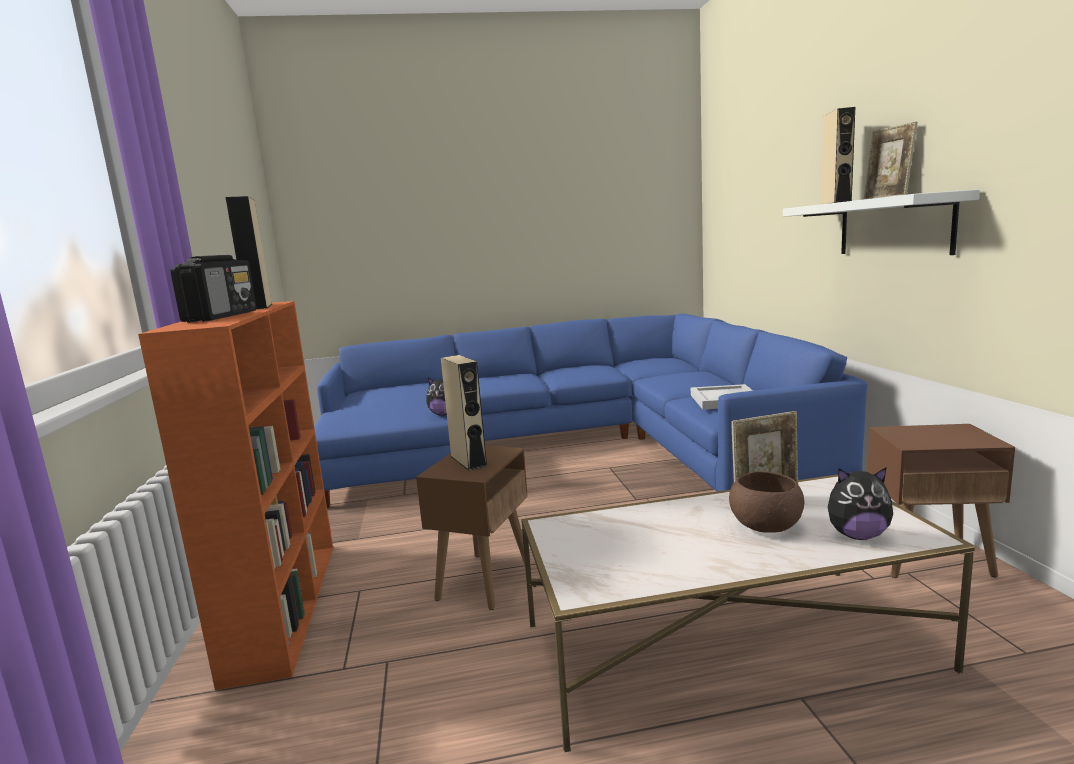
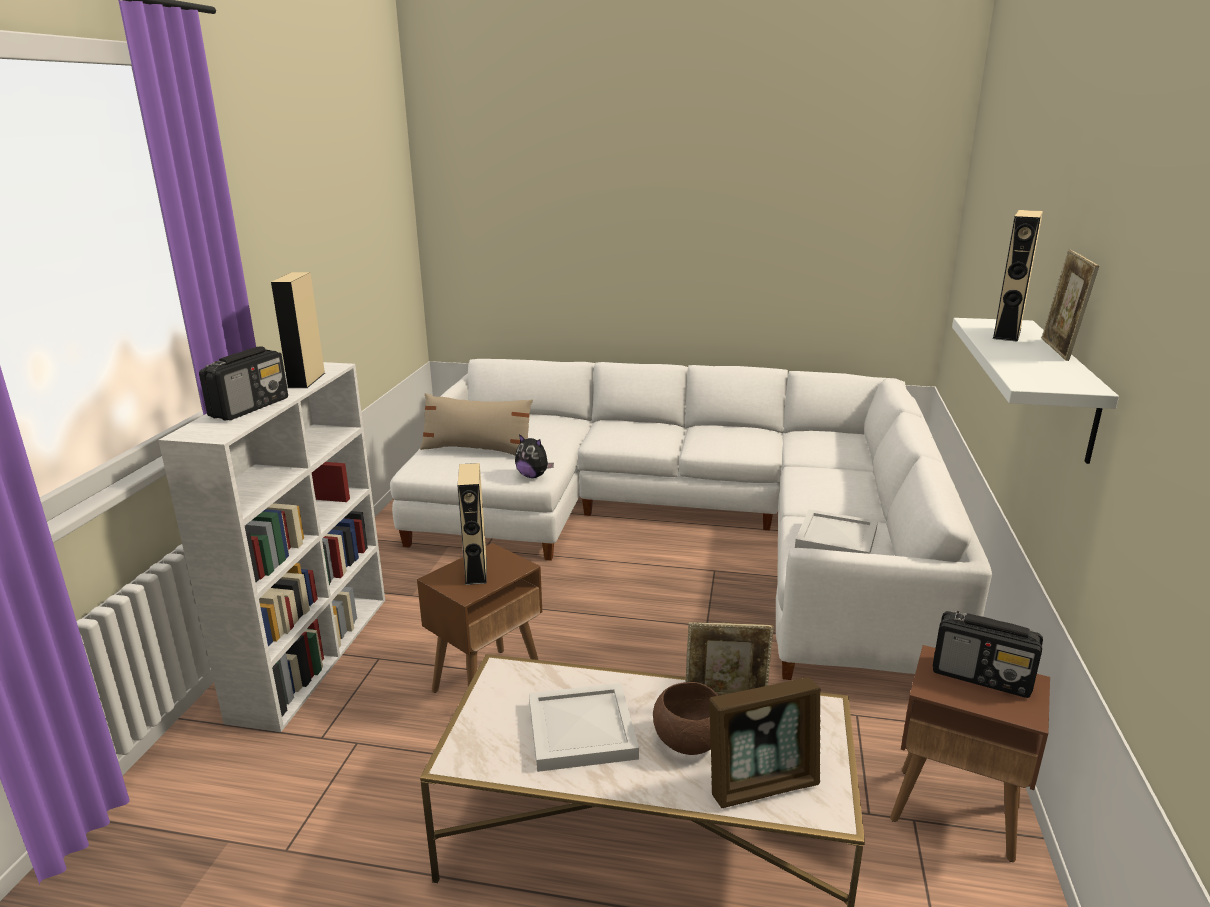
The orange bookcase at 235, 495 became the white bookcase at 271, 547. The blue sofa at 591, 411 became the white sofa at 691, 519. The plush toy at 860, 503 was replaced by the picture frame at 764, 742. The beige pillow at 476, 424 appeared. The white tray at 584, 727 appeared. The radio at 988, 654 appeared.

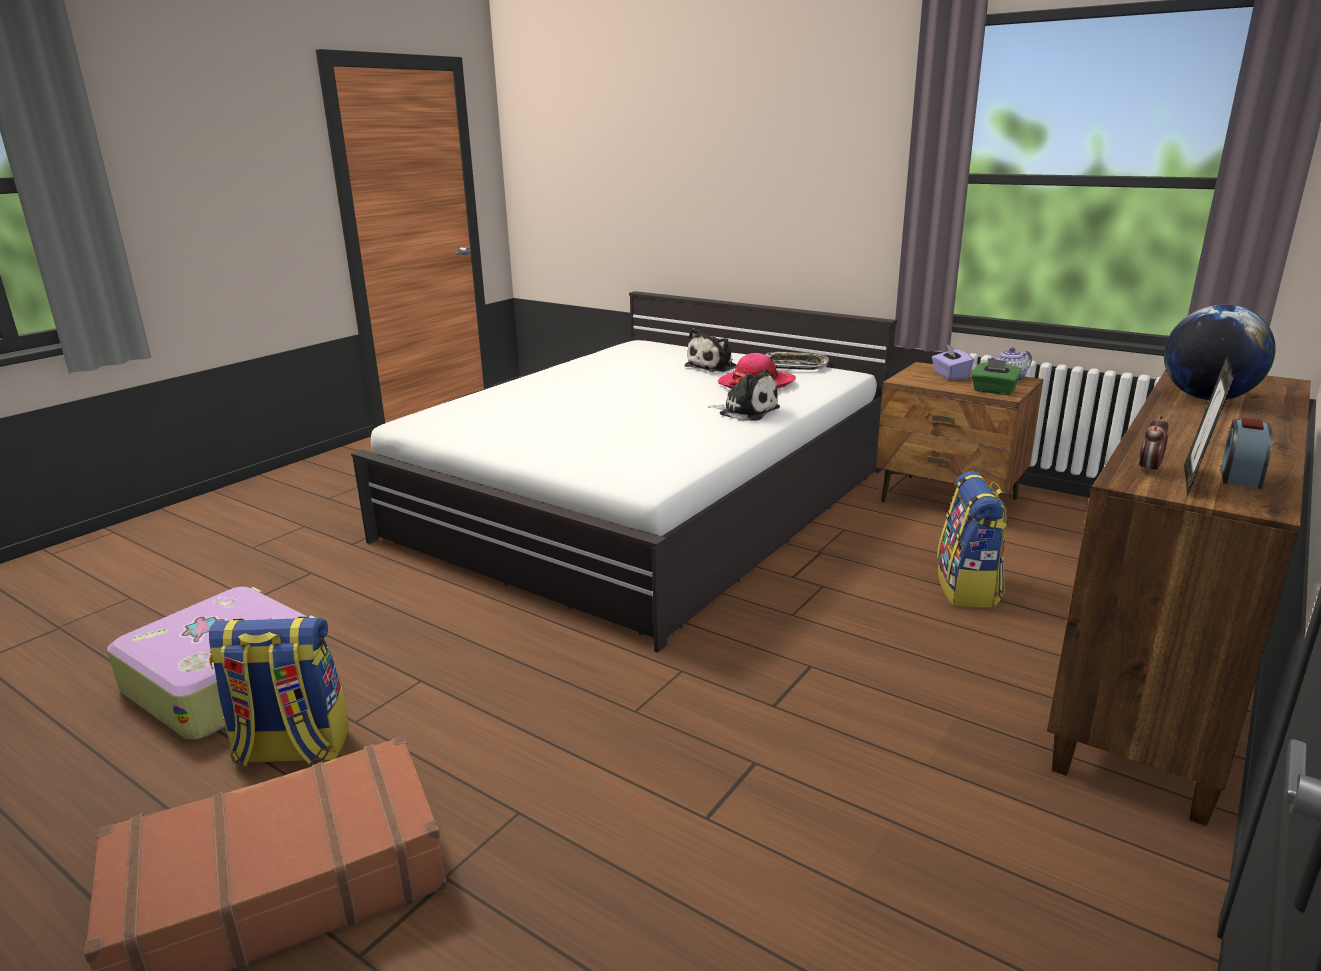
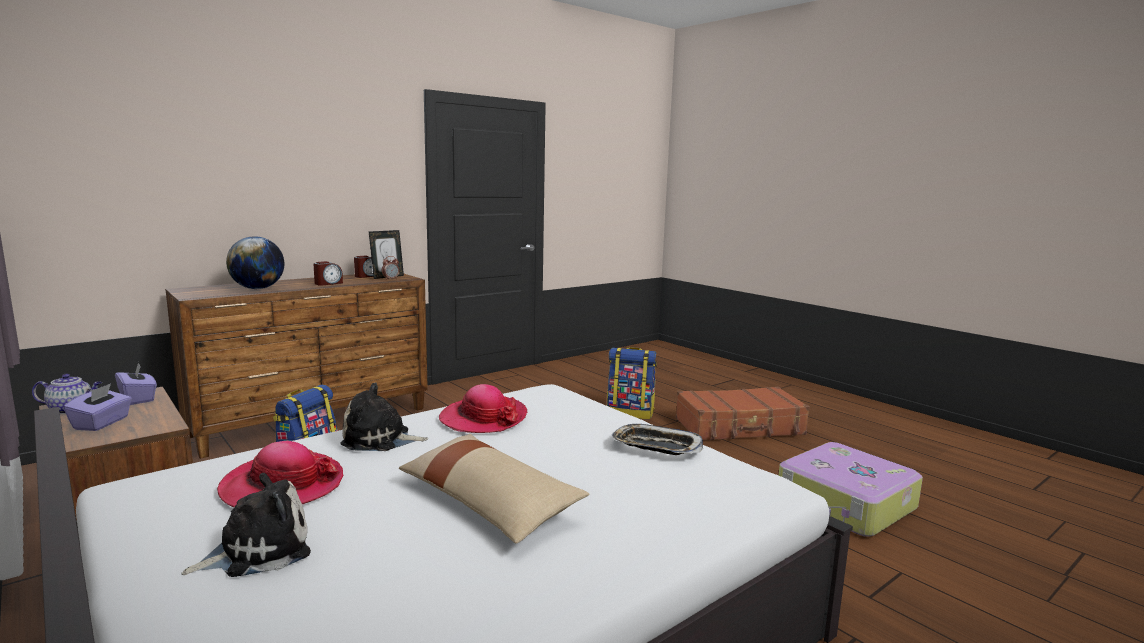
The backpack moved from 279, 692 to 632, 383. The plush toy at 744, 395 turned 45 degrees counterclockwise. The tray moved from 797, 361 to 657, 439. The green tissue box at 996, 376 became the purple tissue box at 136, 383. The alarm clock at 328, 273 appeared. The beige pillow at 494, 489 appeared. The hat at 483, 408 appeared.

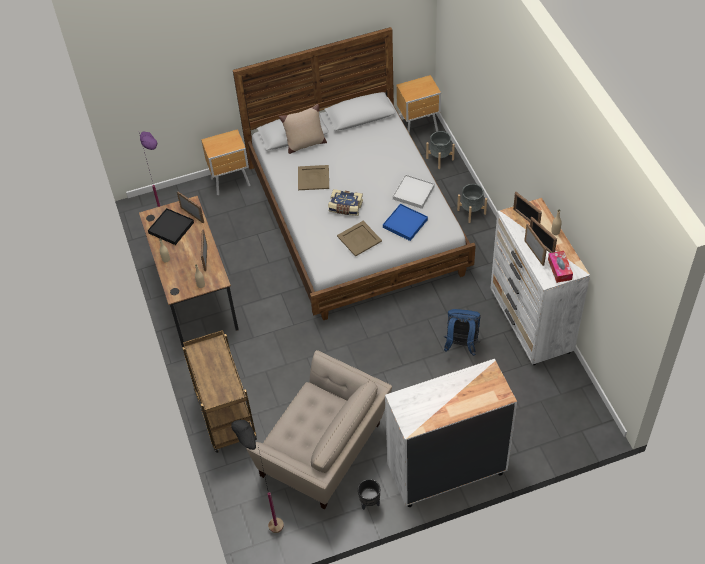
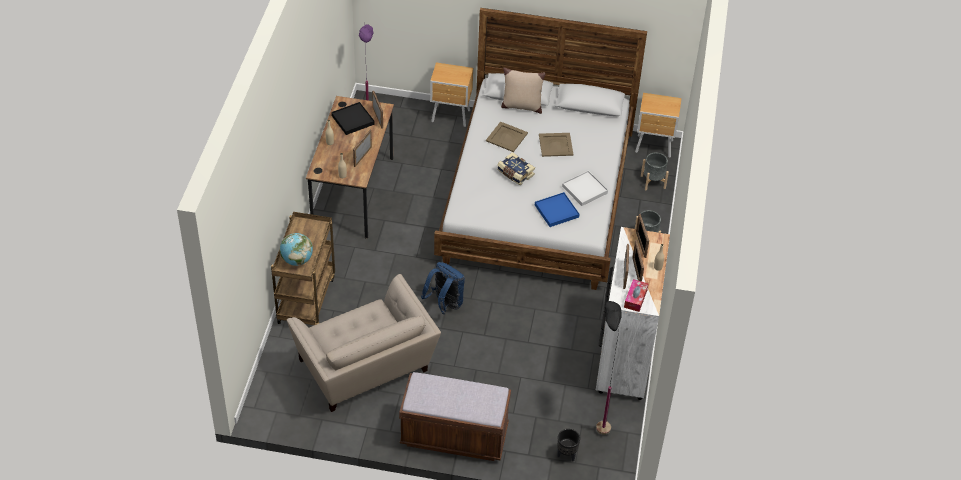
The black floor lamp moved from 257, 476 to 609, 368. The beige tray moved from 359, 239 to 556, 145. The black planter moved from 369, 494 to 568, 445. The white dresser at 451, 433 was replaced by the brown bench at 455, 416. The blue backpack moved from 462, 332 to 443, 288. The globe at 296, 249 appeared.

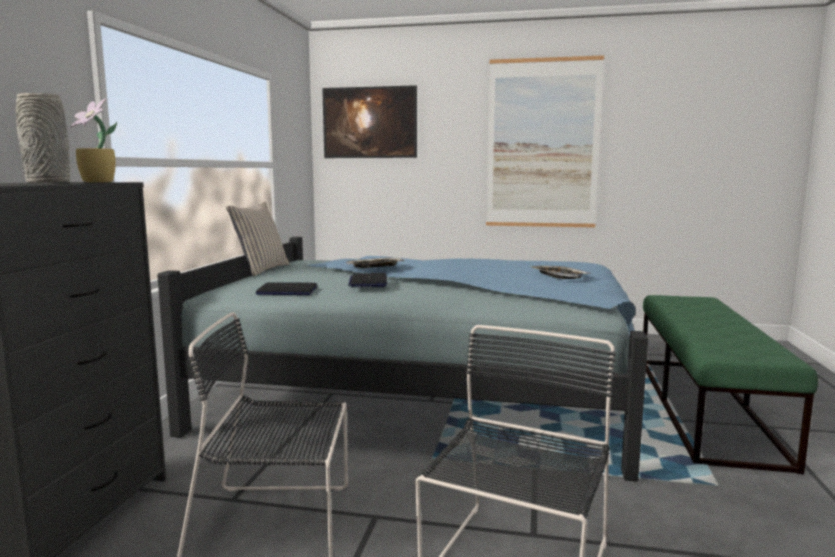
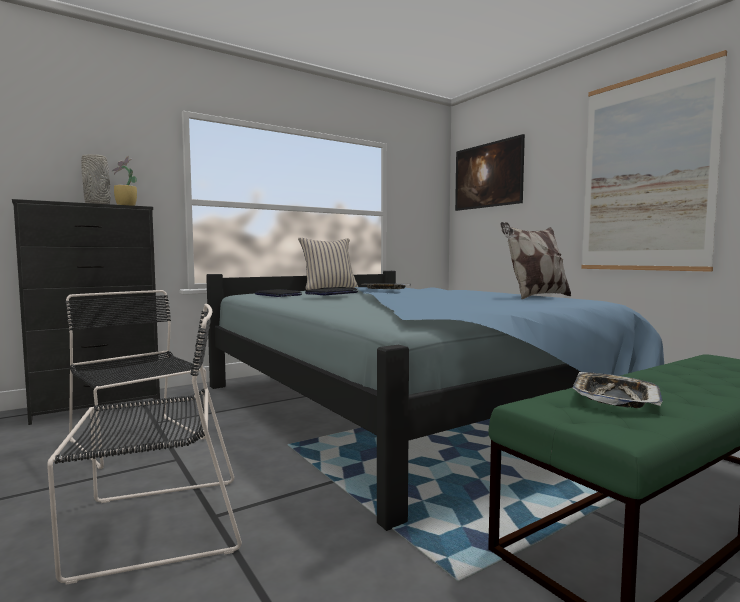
The tray moved from 561, 272 to 617, 390. The pillow at 535, 260 appeared.

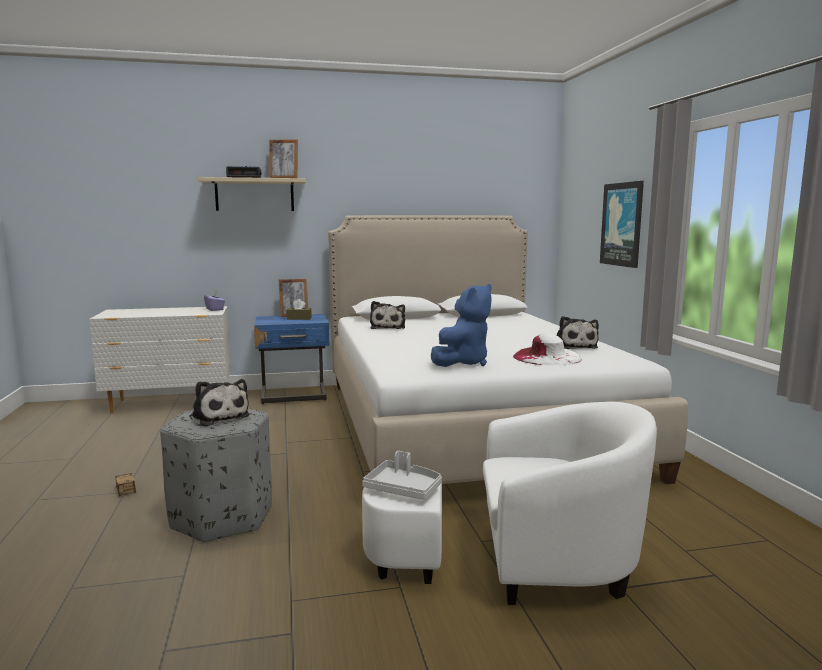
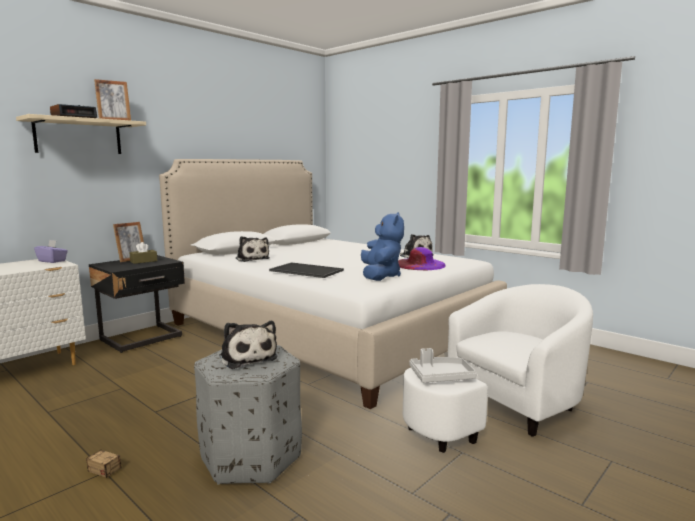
The plush toy at 220, 403 turned 45 degrees clockwise. The blue nightstand at 291, 359 became the black nightstand at 137, 304. The white hat at 547, 349 became the purple hat at 422, 258. The picture at 622, 224 disappeared. The tray at 306, 270 appeared.

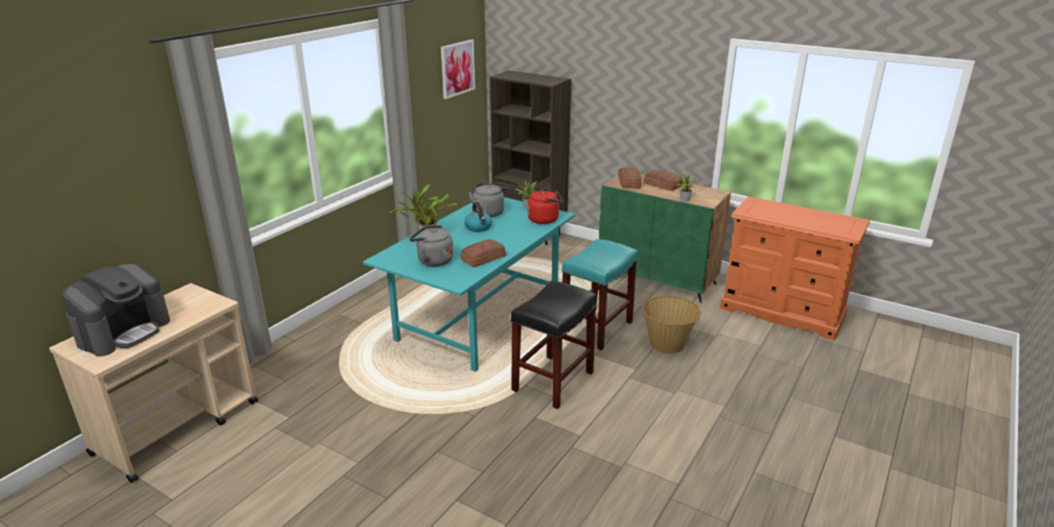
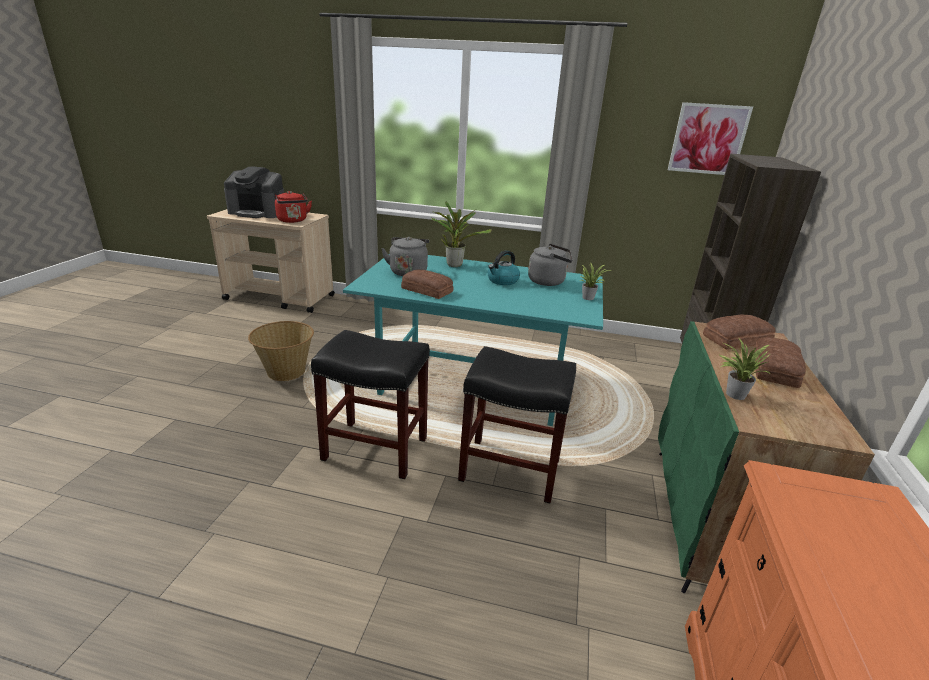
The red kettle moved from 545, 206 to 293, 207. The turquoise stool at 600, 295 became the black stool at 517, 424. The basket moved from 671, 325 to 281, 351.

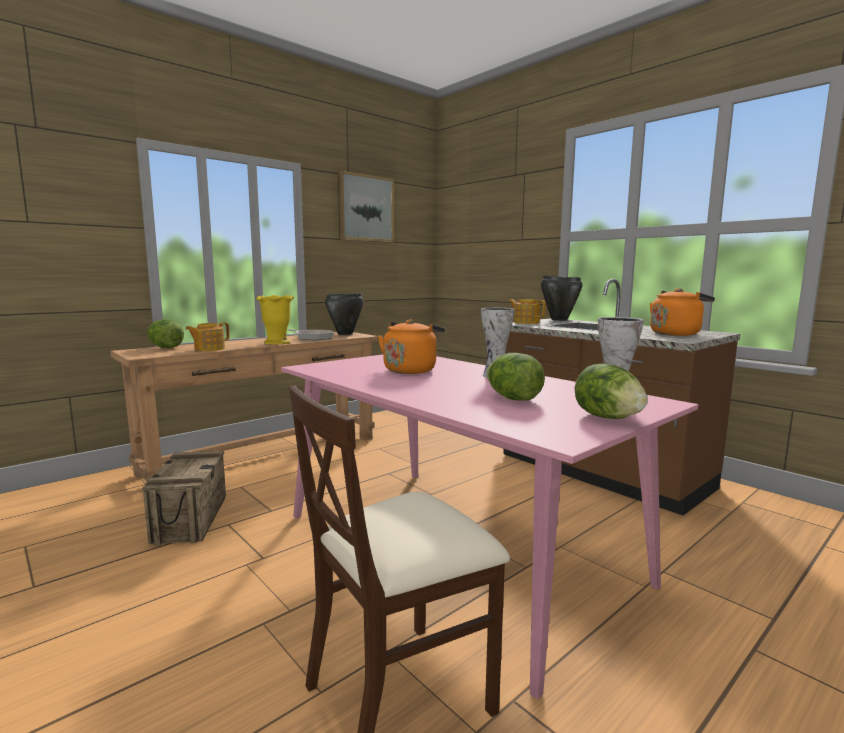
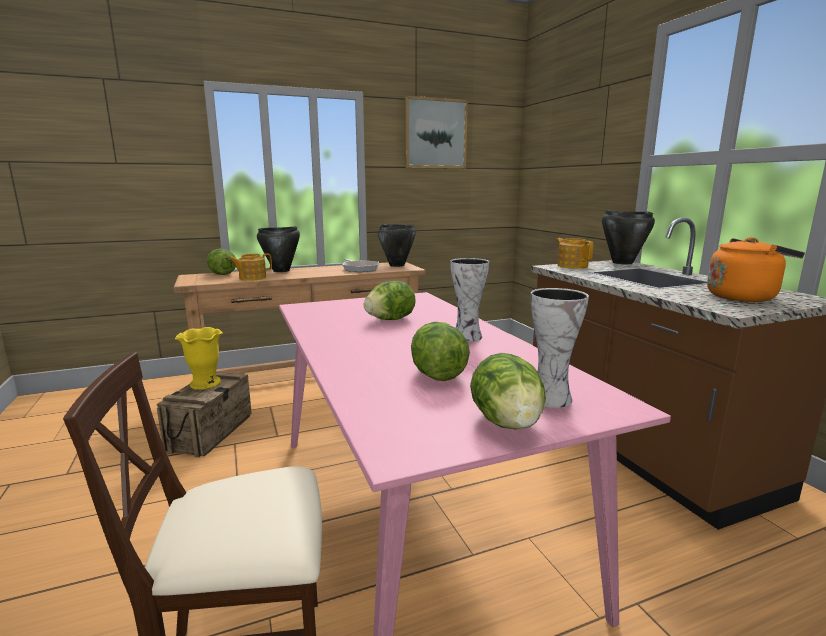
The yellow vase moved from 275, 320 to 199, 358. The orange kettle at 411, 347 was replaced by the lettuce at 390, 300. The black cooking pot at 278, 249 appeared.

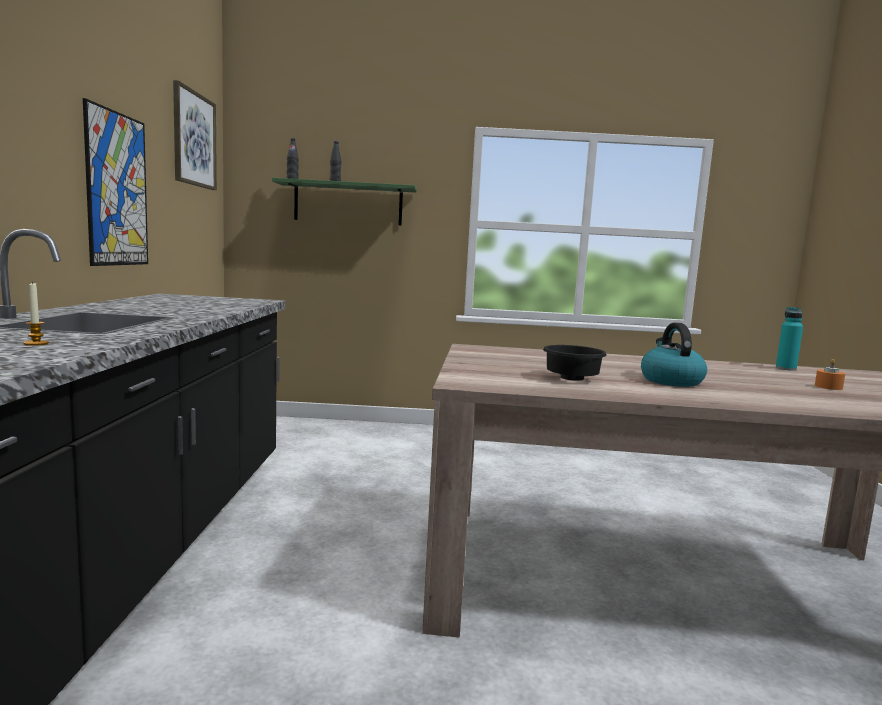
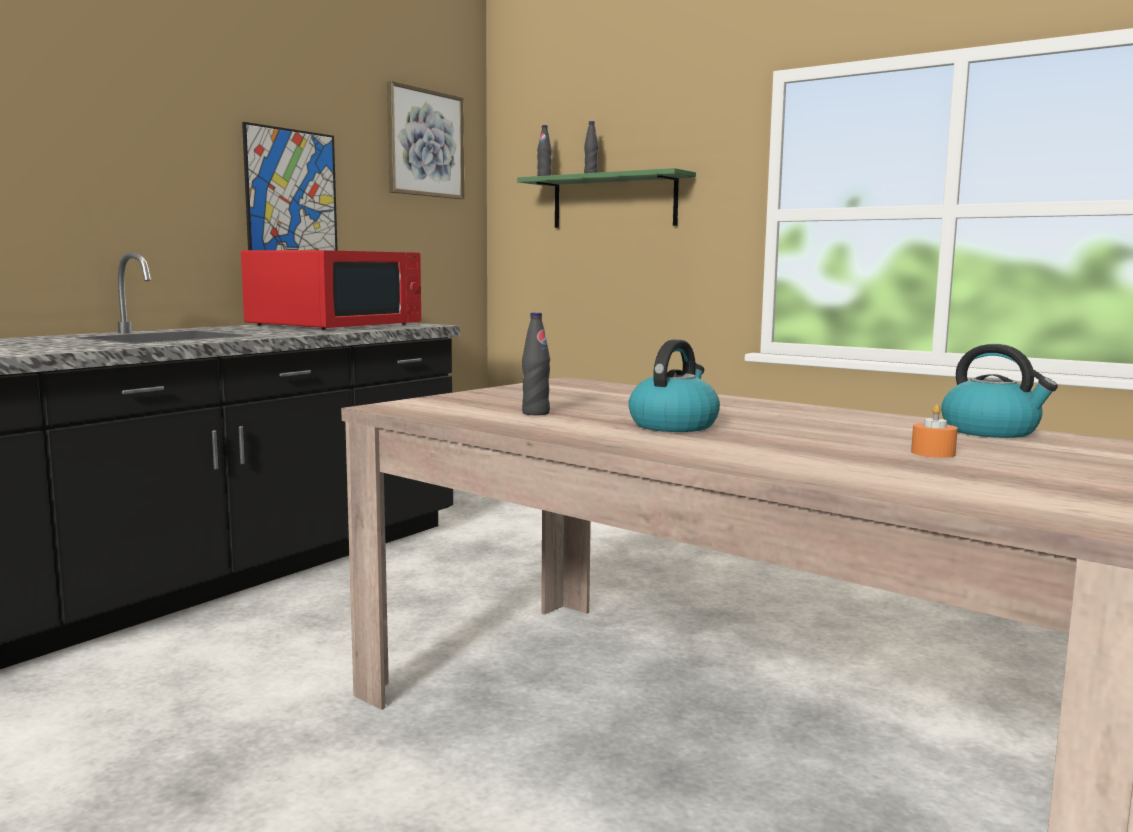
The candle at 36, 313 disappeared. The black bowl at 575, 363 was replaced by the black bottle at 536, 363. The turquoise bottle at 789, 339 was replaced by the kettle at 999, 391. The red microwave at 331, 290 appeared.

